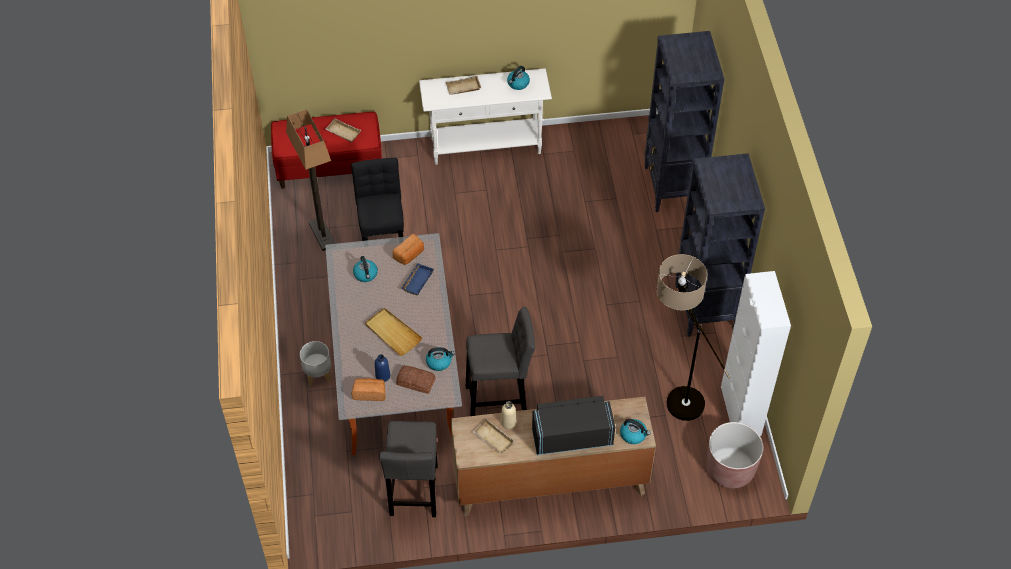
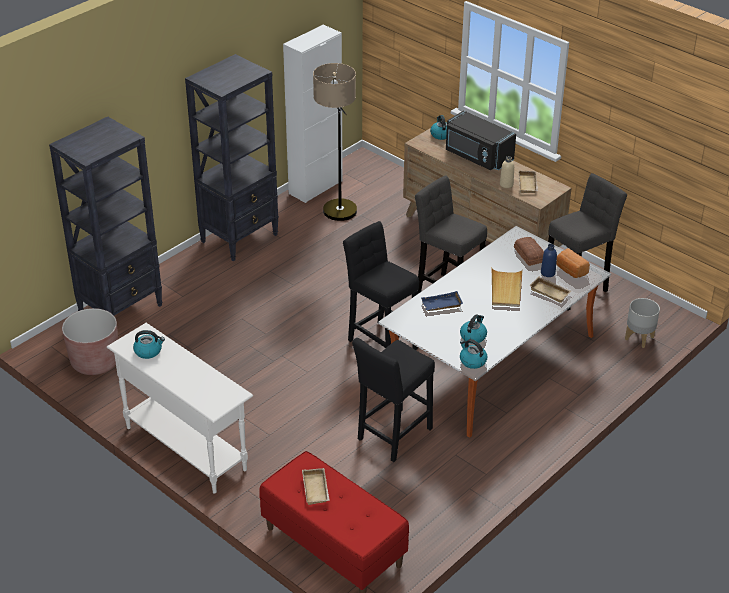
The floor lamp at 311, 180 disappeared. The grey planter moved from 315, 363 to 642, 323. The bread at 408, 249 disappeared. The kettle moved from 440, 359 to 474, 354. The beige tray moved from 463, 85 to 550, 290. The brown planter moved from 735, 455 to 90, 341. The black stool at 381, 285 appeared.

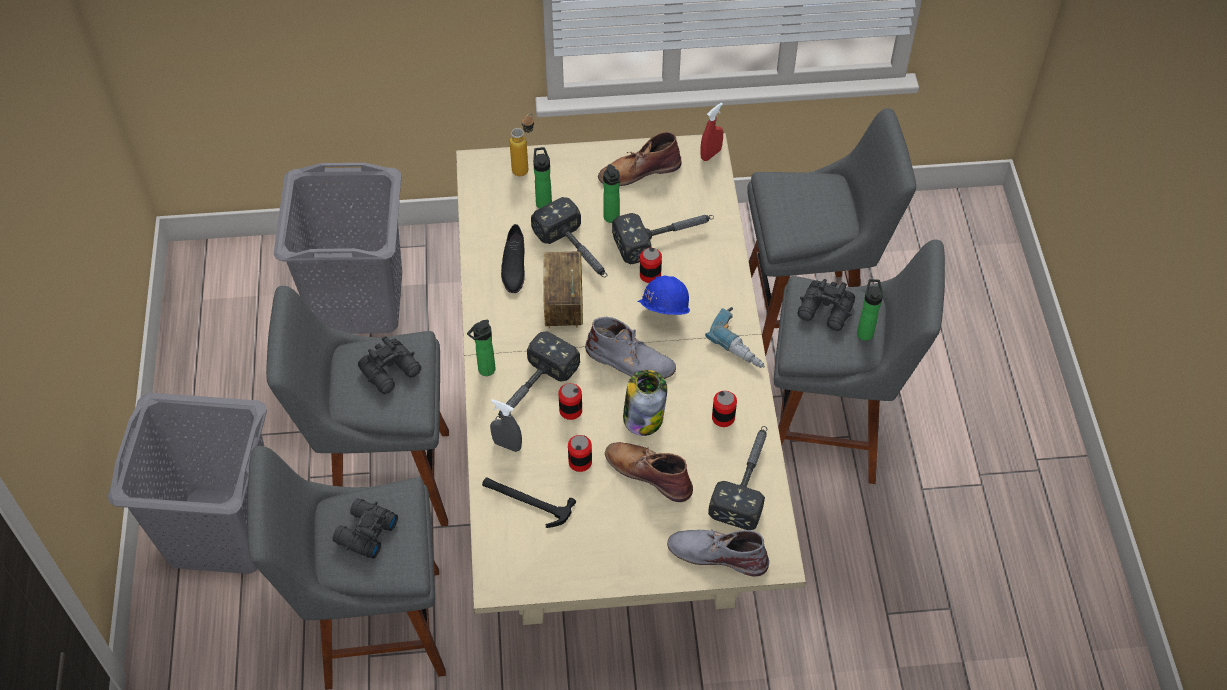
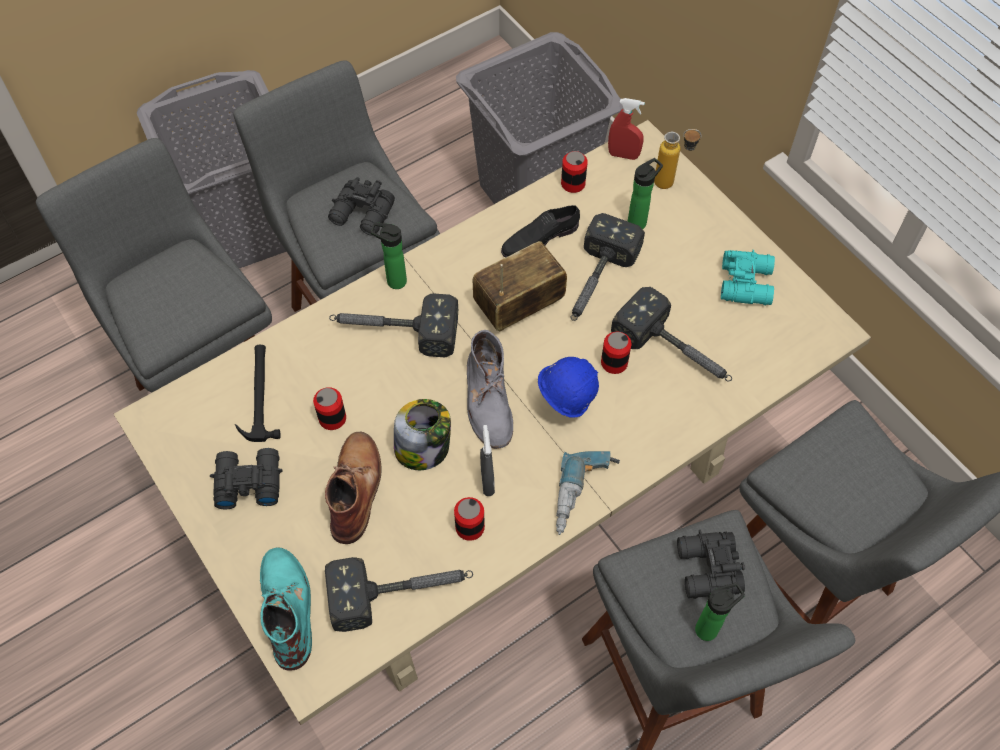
The black binoculars moved from 365, 528 to 246, 479. The grey spray bottle moved from 506, 425 to 487, 460. The can moved from 570, 401 to 574, 172. The brown boot at 639, 159 was replaced by the turquoise binoculars at 748, 277. The bottle at 611, 193 disappeared. The grey boot at 718, 552 became the turquoise boot at 286, 609. The red spray bottle moved from 711, 131 to 626, 129.

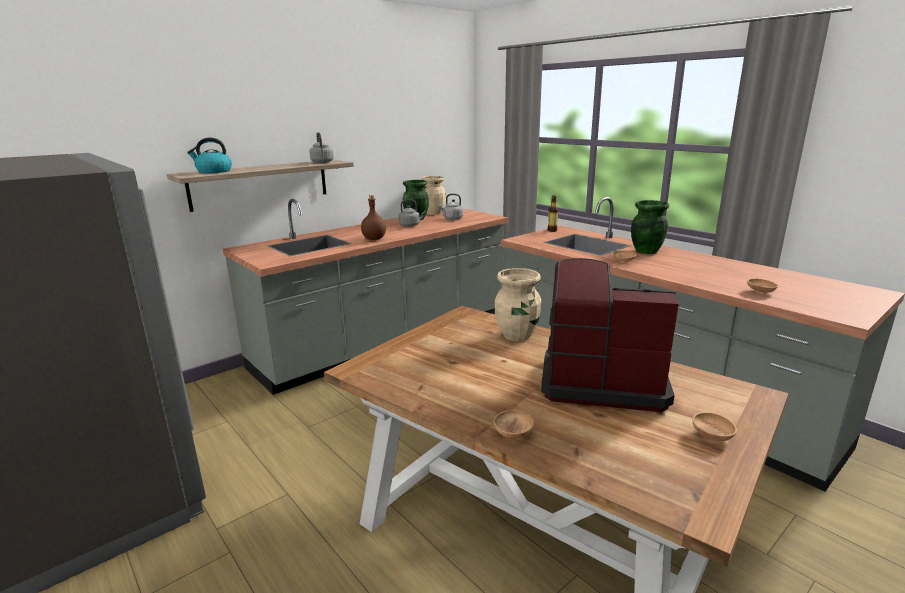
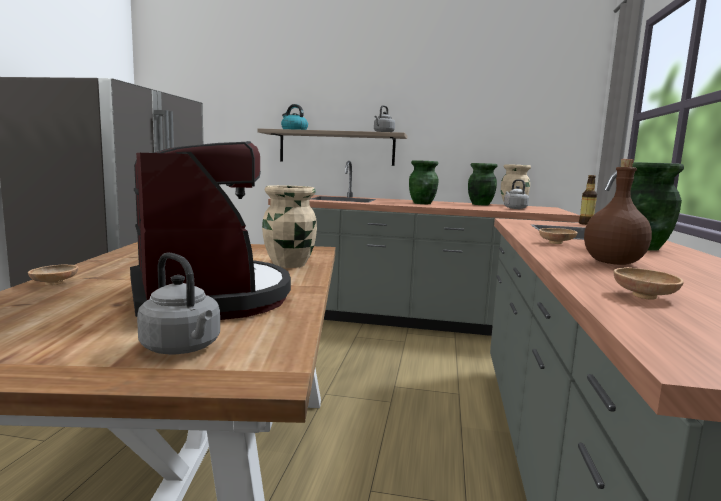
The brown bottle moved from 373, 217 to 618, 212. The grey kettle moved from 412, 213 to 178, 303. The brown bowl at 714, 426 disappeared. The green vase at 424, 182 appeared.

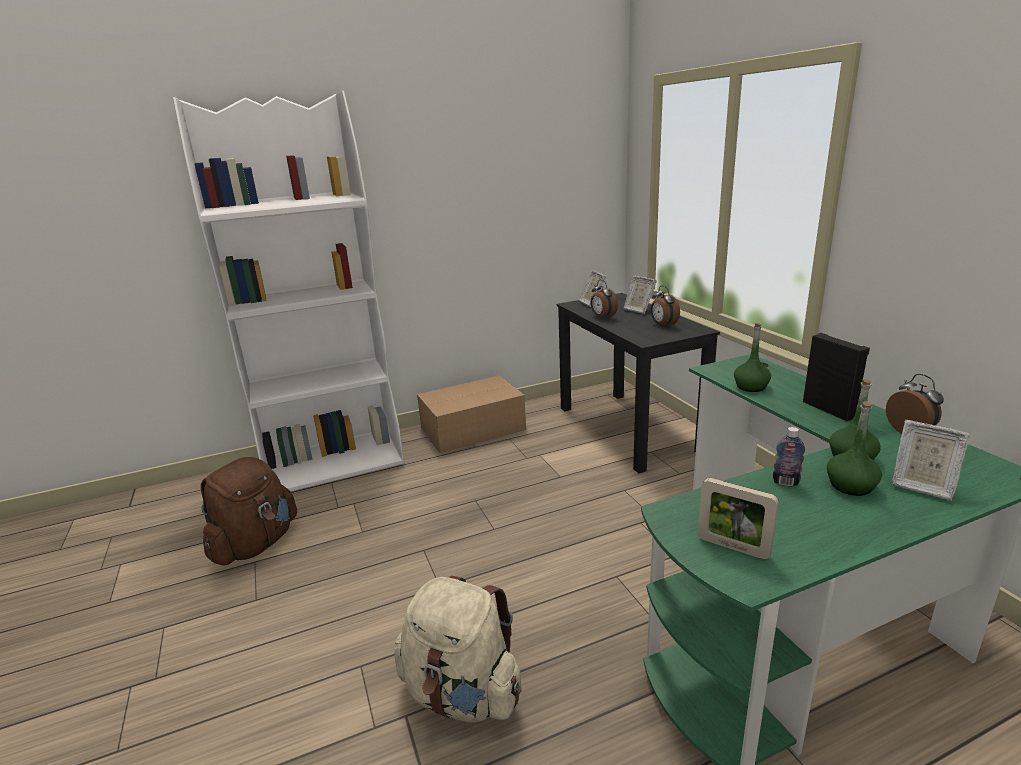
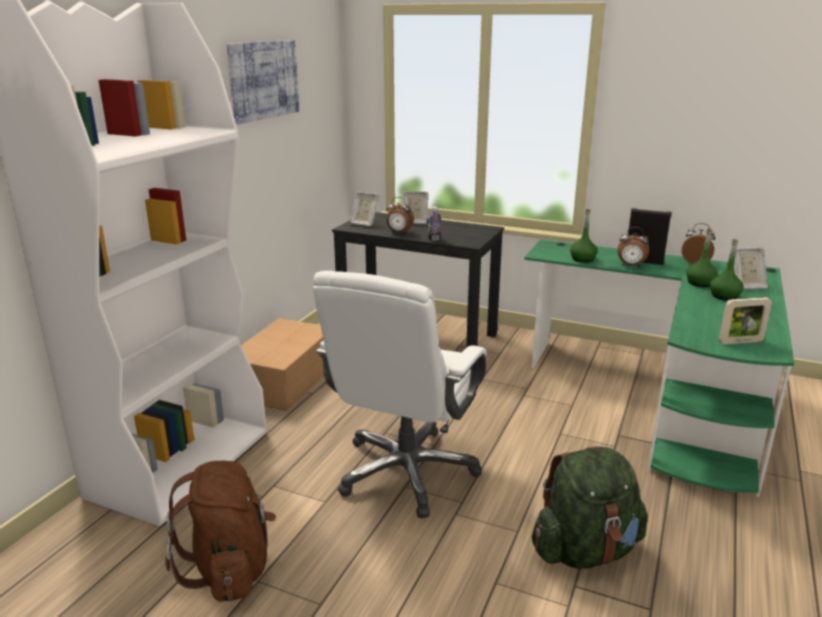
The beige backpack at 458, 649 became the green backpack at 590, 507. The alarm clock moved from 665, 306 to 633, 247. The bottle moved from 789, 456 to 434, 224. The picture at 262, 82 appeared. The white office chair at 400, 394 appeared.

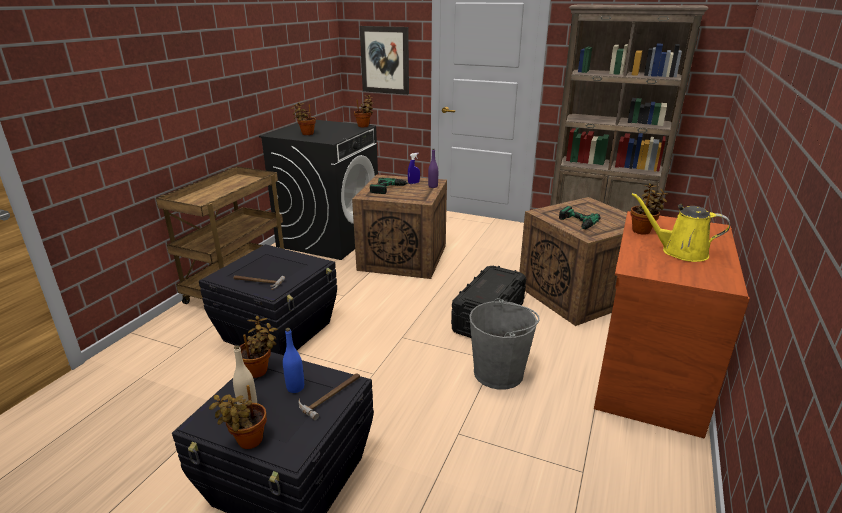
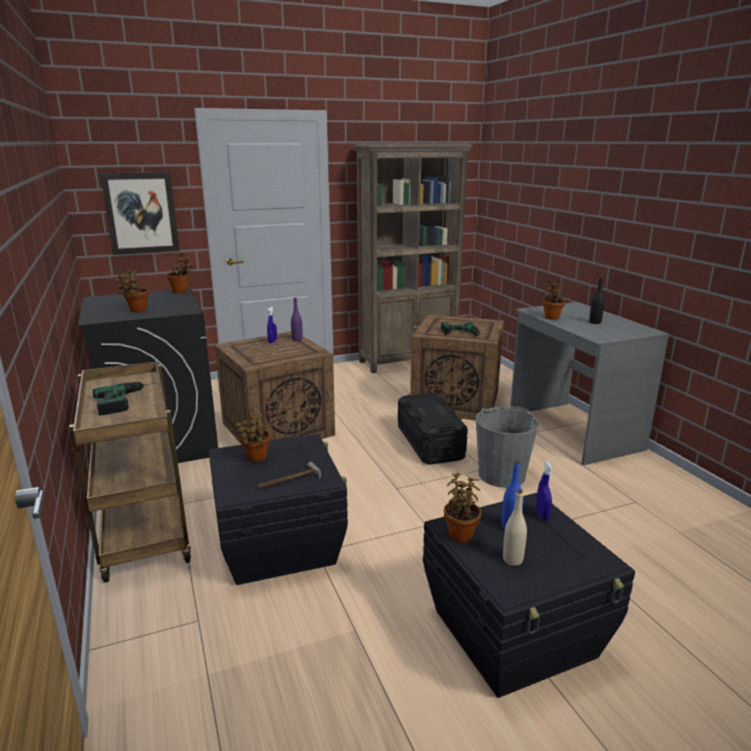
The potted plant moved from 238, 417 to 253, 437. The hammer at 329, 396 was replaced by the blue spray bottle at 544, 490. The power drill moved from 391, 186 to 124, 399. The brown desk at 672, 324 became the grey desk at 589, 383. The yellow watering can at 681, 227 was replaced by the black bottle at 596, 300.

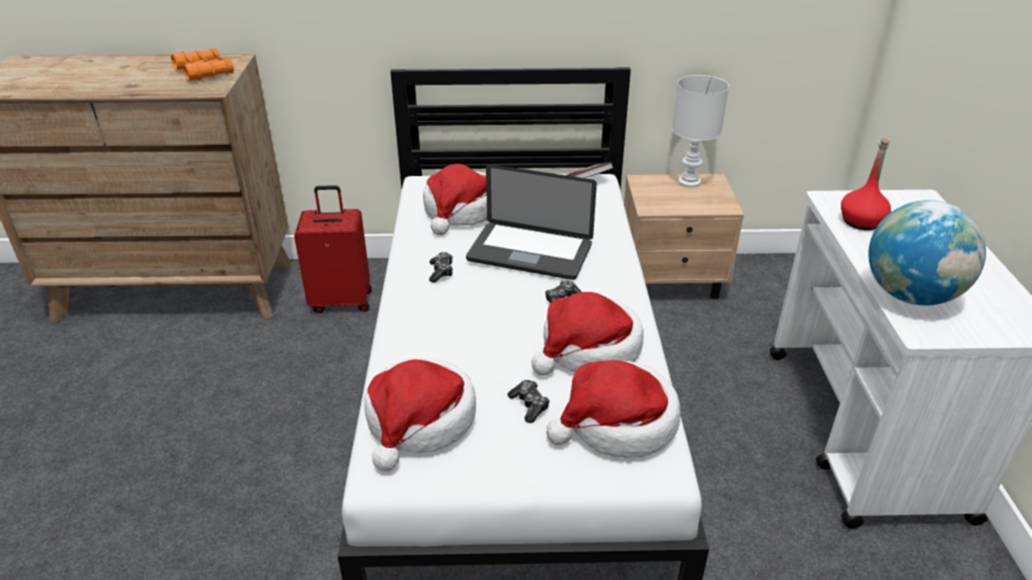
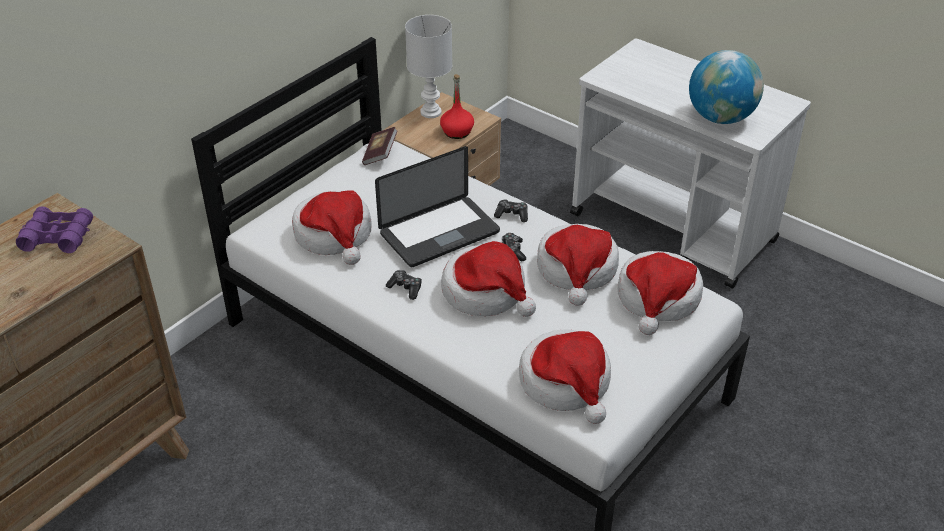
The orange binoculars at 202, 64 became the purple binoculars at 54, 229. The red suitcase at 333, 249 disappeared. The game controller moved from 529, 401 to 511, 210. The red bottle moved from 866, 184 to 457, 106. The hat at 488, 279 appeared.

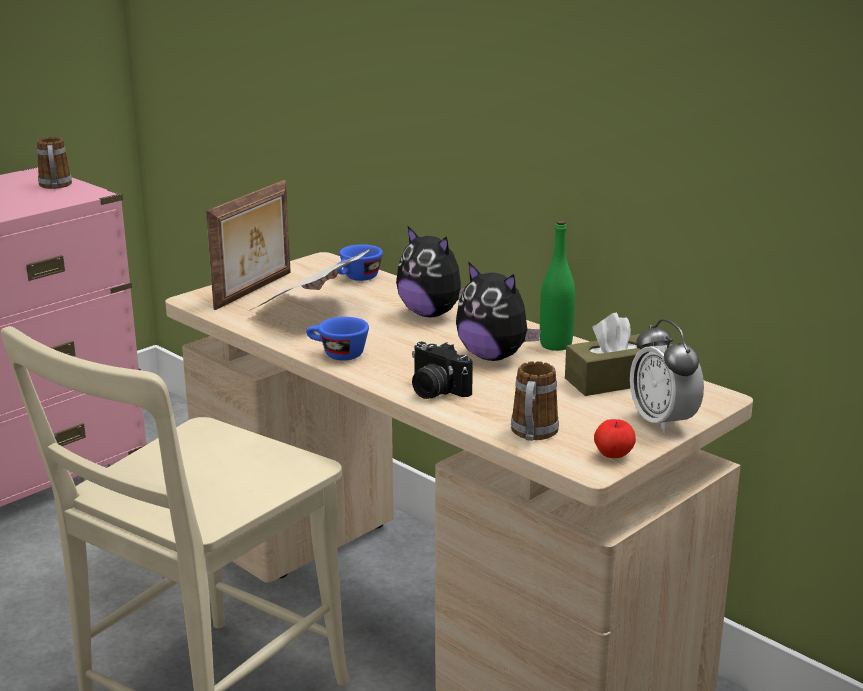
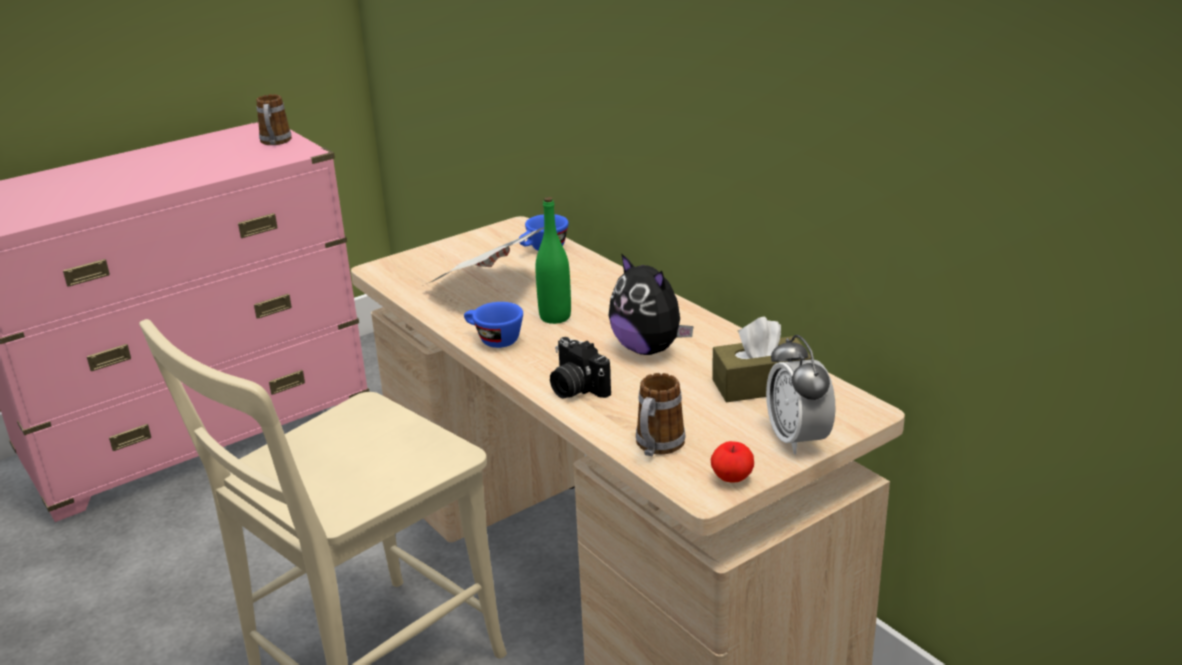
The picture frame at 248, 245 disappeared. The plush toy at 430, 271 disappeared. The green bottle moved from 557, 285 to 553, 260.

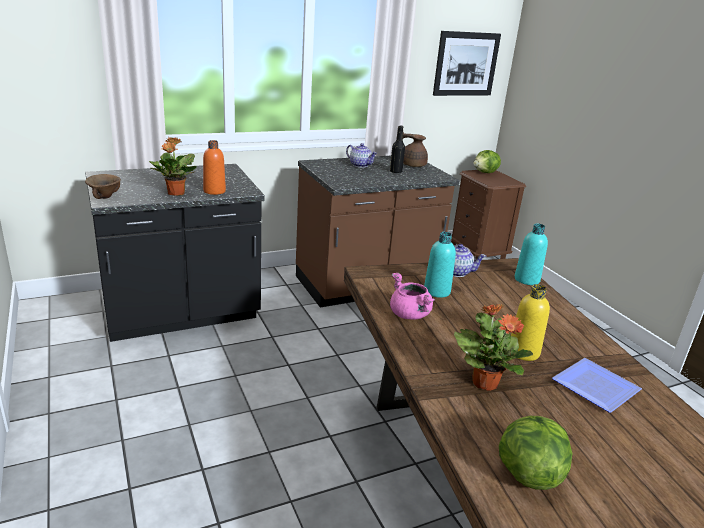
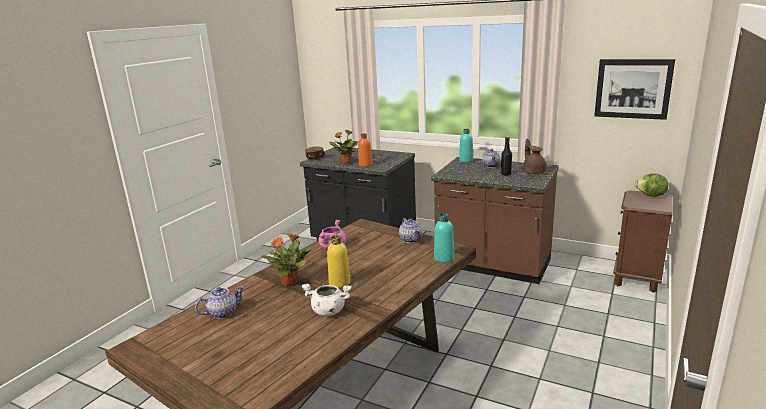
The turquoise bottle moved from 440, 265 to 466, 145. The lettuce at 535, 453 was replaced by the teapot at 219, 302. The plate at 597, 385 was replaced by the white cooking pot at 326, 300.

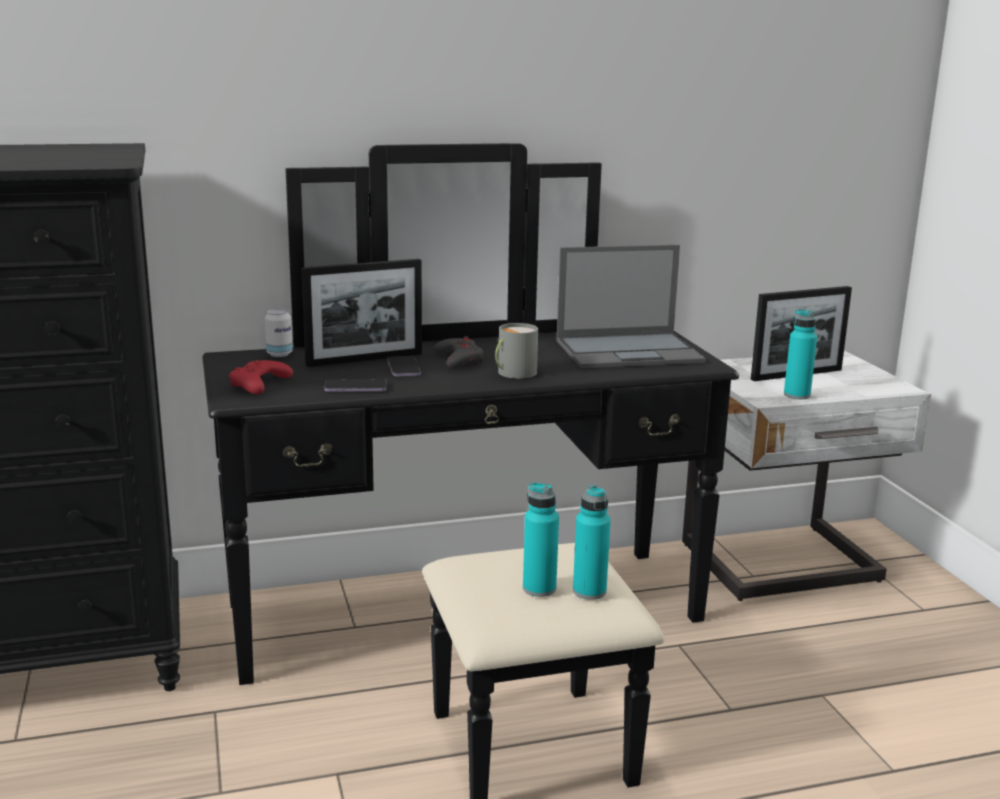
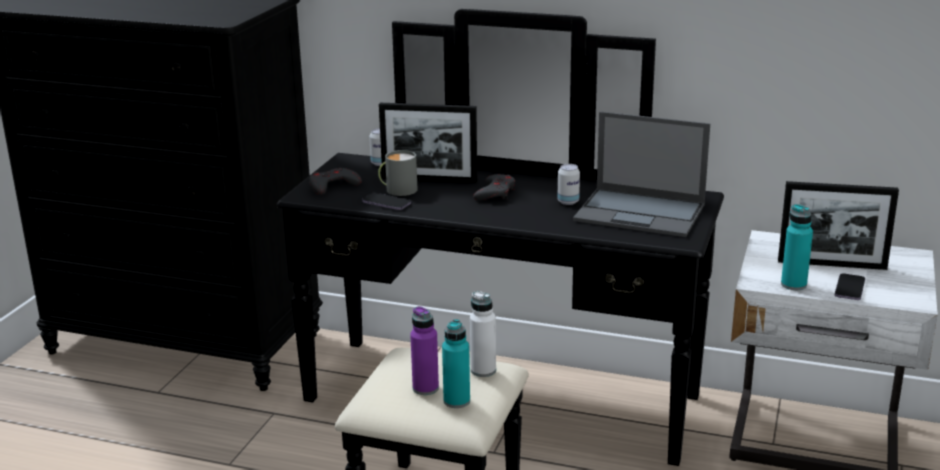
The red game controller at 261, 377 became the grey game controller at 335, 181. The phone moved from 404, 366 to 850, 286. The grey mug moved from 516, 351 to 398, 173. The turquoise bottle at 541, 539 became the purple bottle at 424, 350. The white bottle at 483, 334 appeared. The can at 568, 184 appeared.

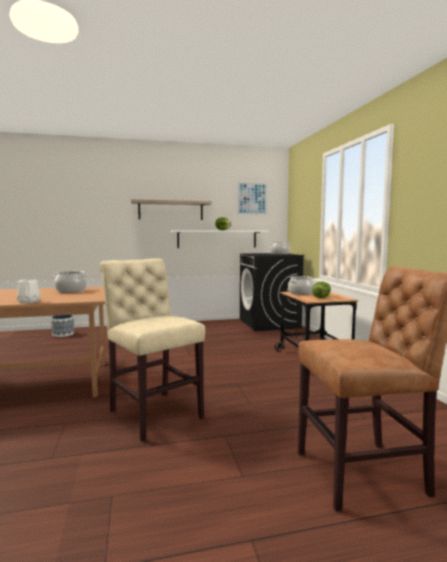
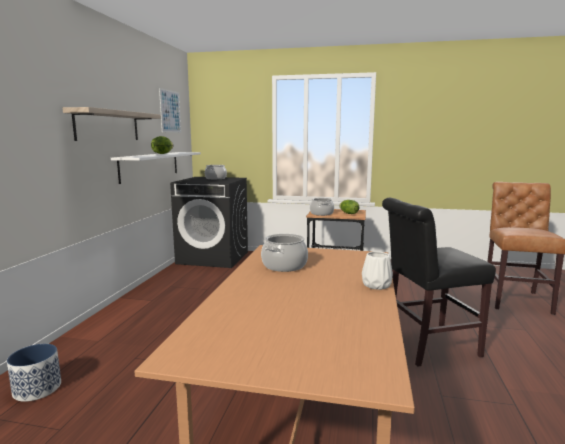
The beige chair at 152, 350 became the black chair at 439, 282.

